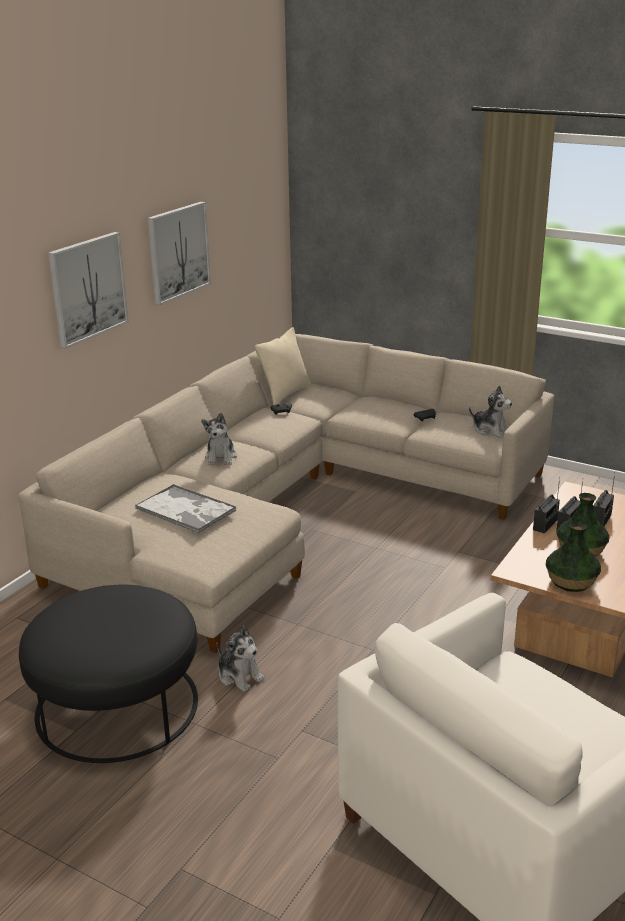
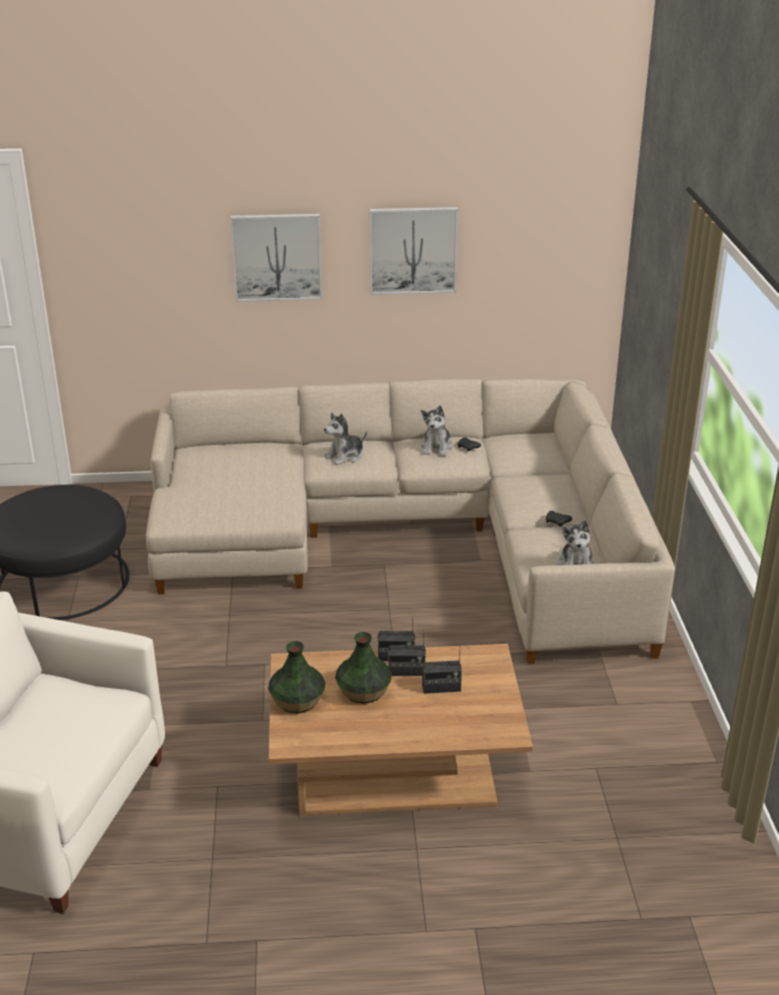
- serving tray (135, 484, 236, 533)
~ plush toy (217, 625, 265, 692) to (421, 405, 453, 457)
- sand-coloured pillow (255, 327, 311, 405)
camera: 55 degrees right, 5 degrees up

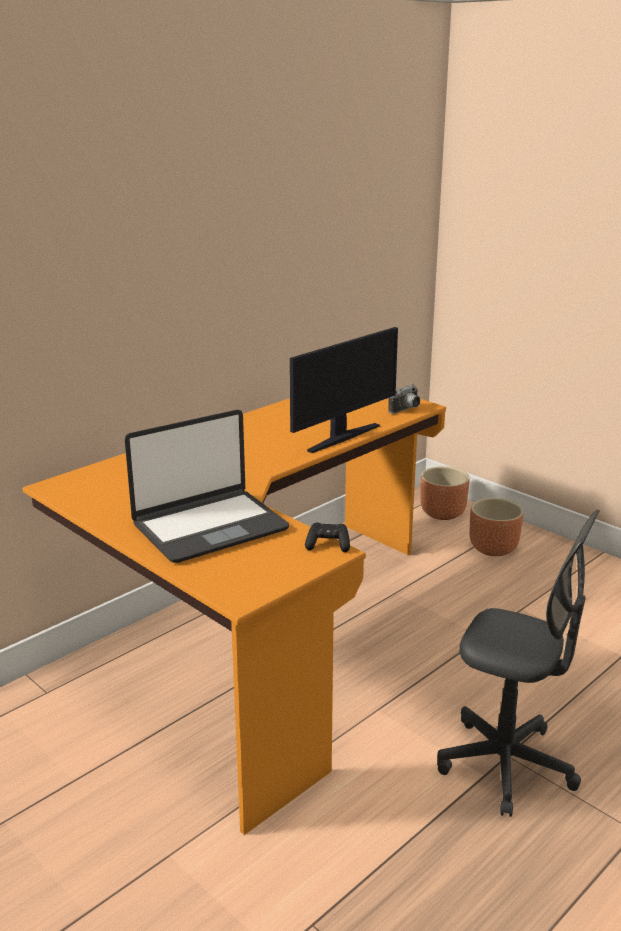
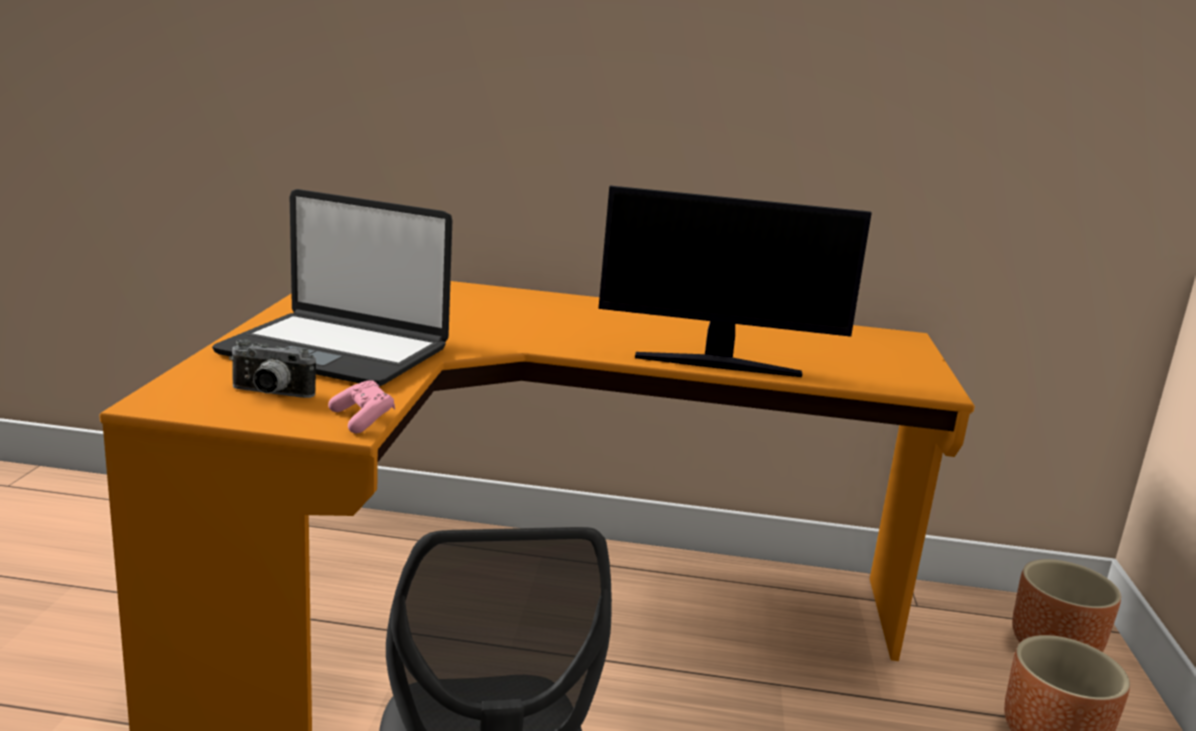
~ black-coloured game controller (305, 522, 350, 552) to pink-coloured game controller (328, 380, 395, 433)
~ photo camera (388, 384, 420, 414) to (229, 339, 316, 398)
camera: 50 degrees right, 5 degrees down

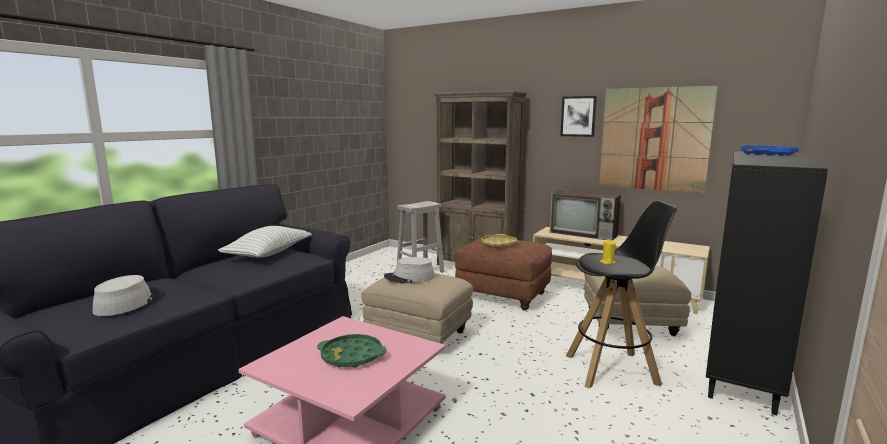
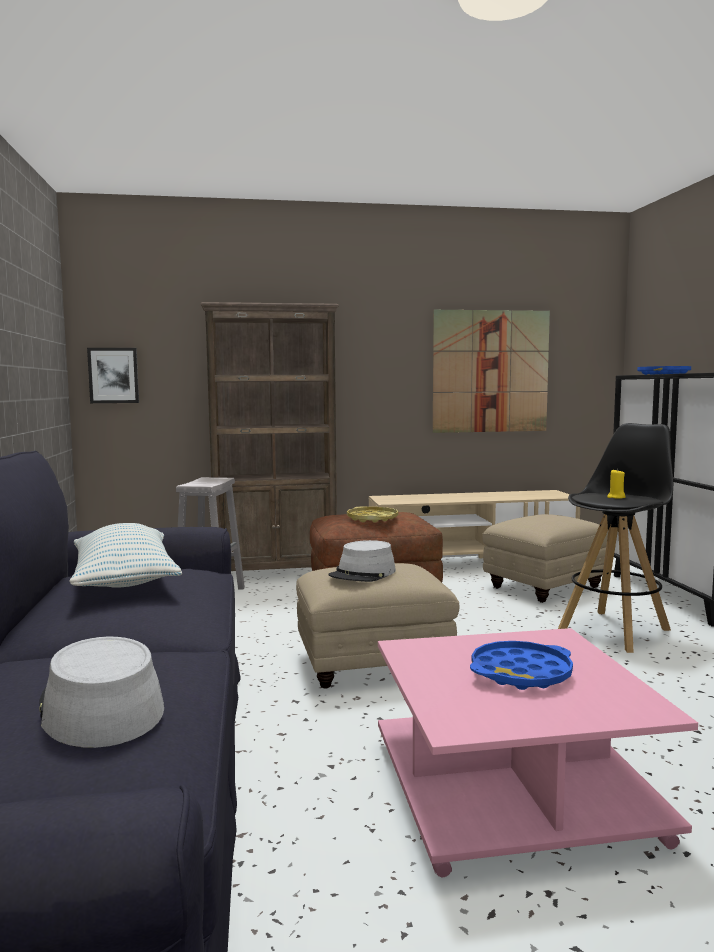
~ greenish serving tray (317, 334, 386, 367) to blue serving tray (470, 641, 573, 690)
- TV (550, 190, 621, 241)
~ picture (560, 96, 597, 137) to (87, 348, 139, 403)
camera: 40 degrees left, 5 degrees down

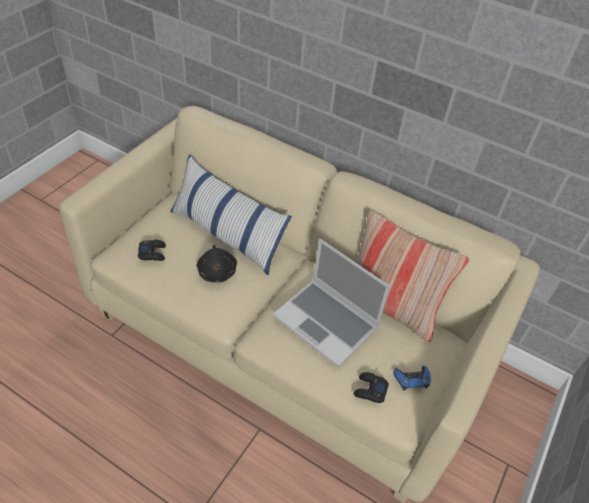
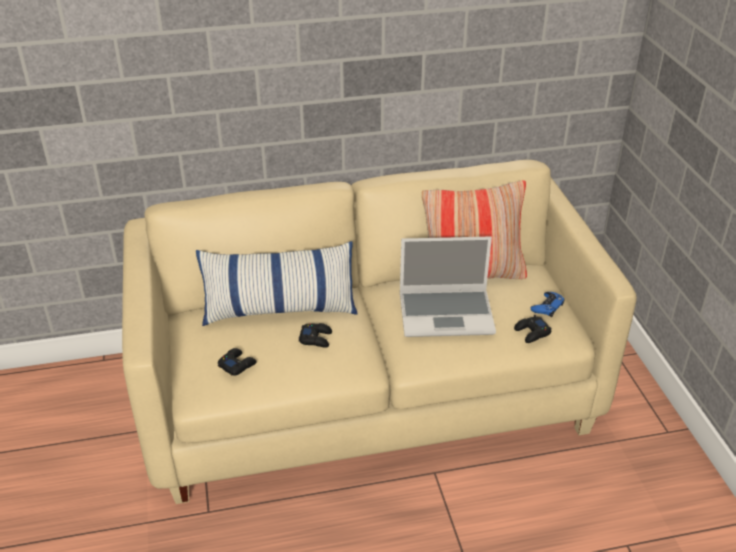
~ black-coloured plush toy (197, 245, 237, 283) to black-coloured game controller (299, 323, 332, 348)
camera: 40 degrees left, 10 degrees down

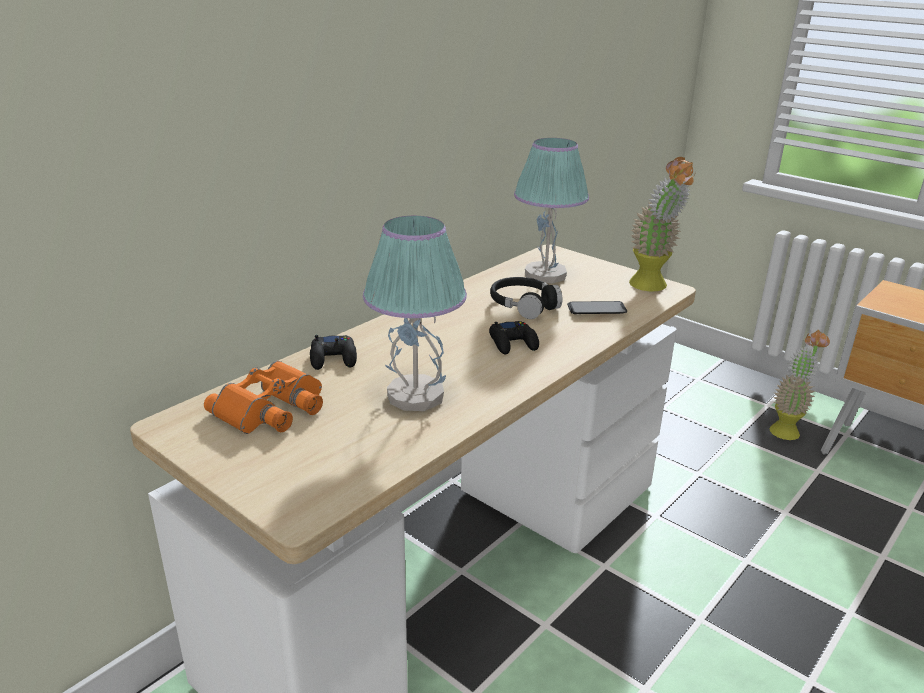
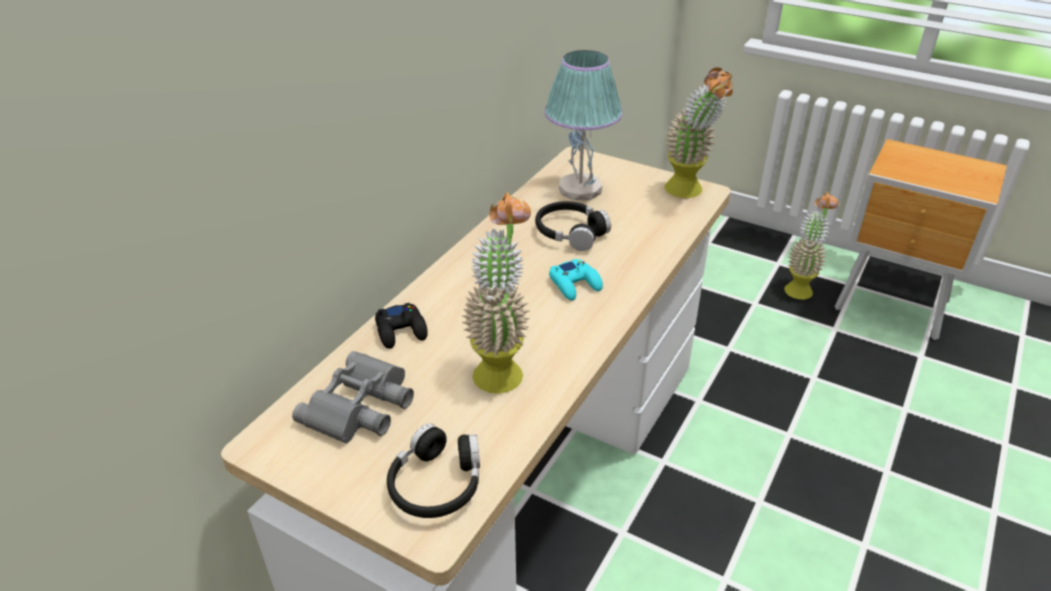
~ orange binoculars (204, 361, 323, 434) to gray binoculars (292, 351, 414, 443)
~ lamp for a table (363, 216, 467, 411) to potted plant (461, 192, 531, 394)
~ black-coloured game controller (489, 321, 539, 354) to turquoise game controller (549, 259, 603, 301)
- phone (567, 301, 627, 314)
+ black-coloured pair of headphones (387, 424, 480, 518)
camera: 10 degrees left, 10 degrees up

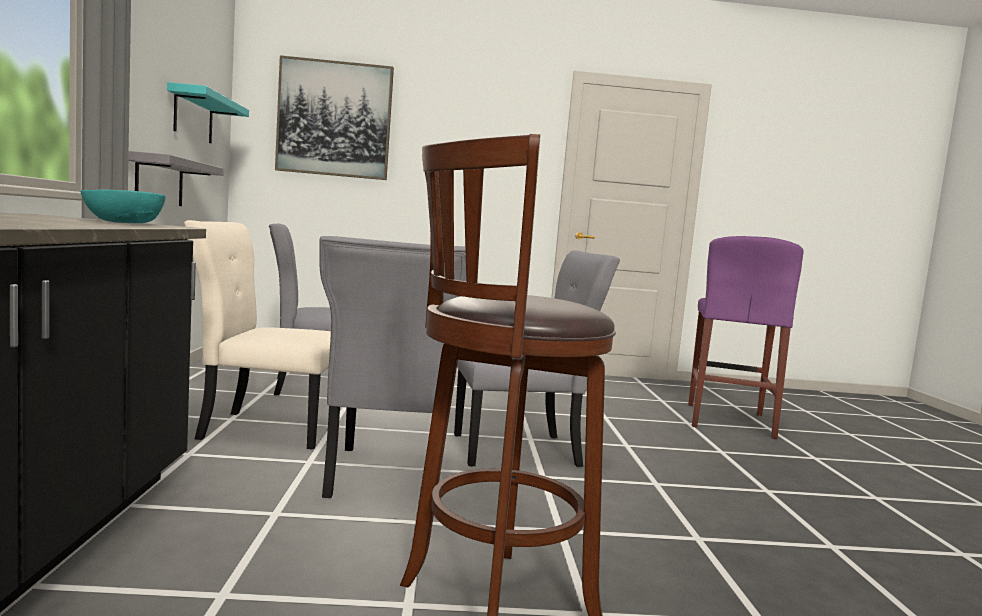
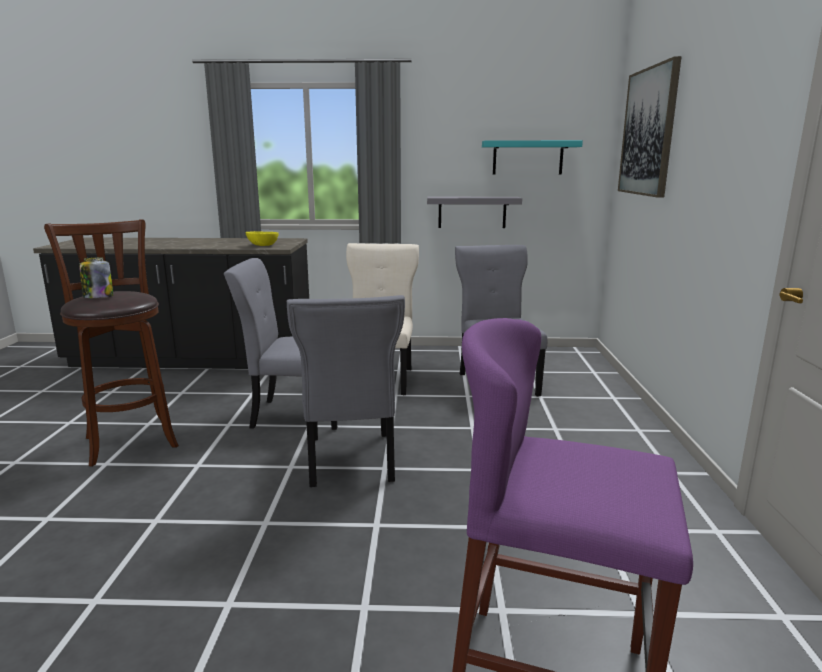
~ turquoise serving bowl (80, 190, 166, 223) to yellow serving bowl (245, 231, 279, 246)
+ preserve jar (79, 257, 113, 298)
camera: 95 degrees right, 10 degrees up

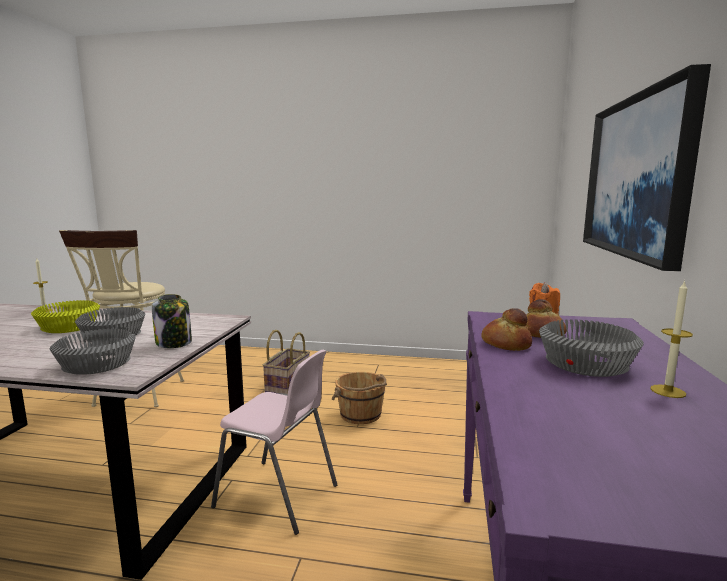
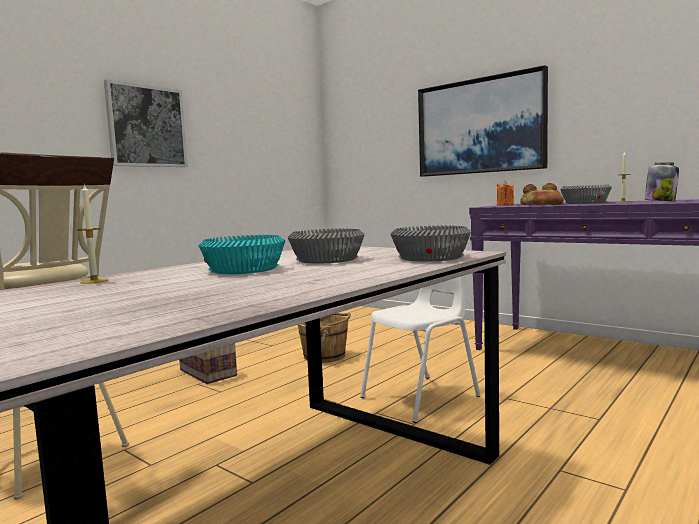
~ yellow serving bowl (31, 300, 100, 333) to turquoise serving bowl (198, 235, 285, 274)
~ preserve jar (152, 294, 192, 348) to (645, 162, 679, 201)
~ pink-coloured chair (211, 350, 337, 535) to white-coloured chair (360, 275, 480, 423)
+ picture (104, 79, 188, 167)
camera: 60 degrees left, 5 degrees down

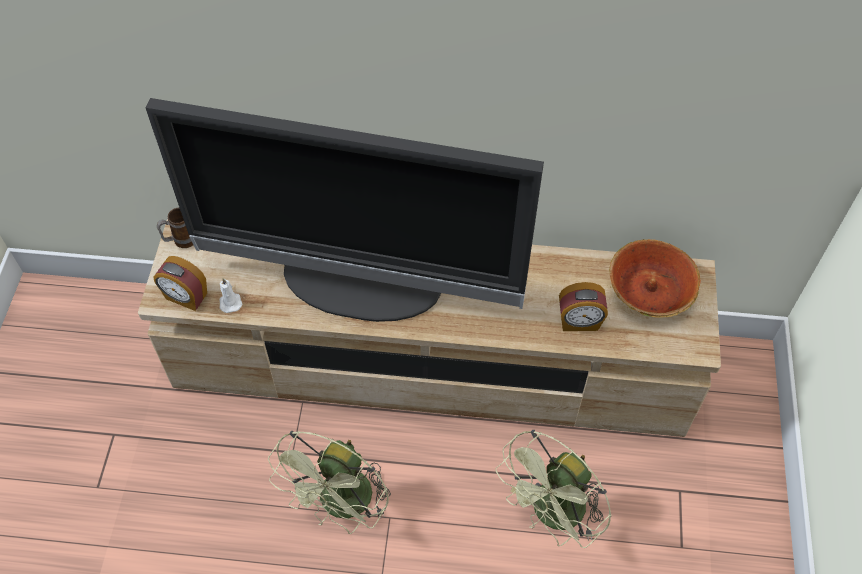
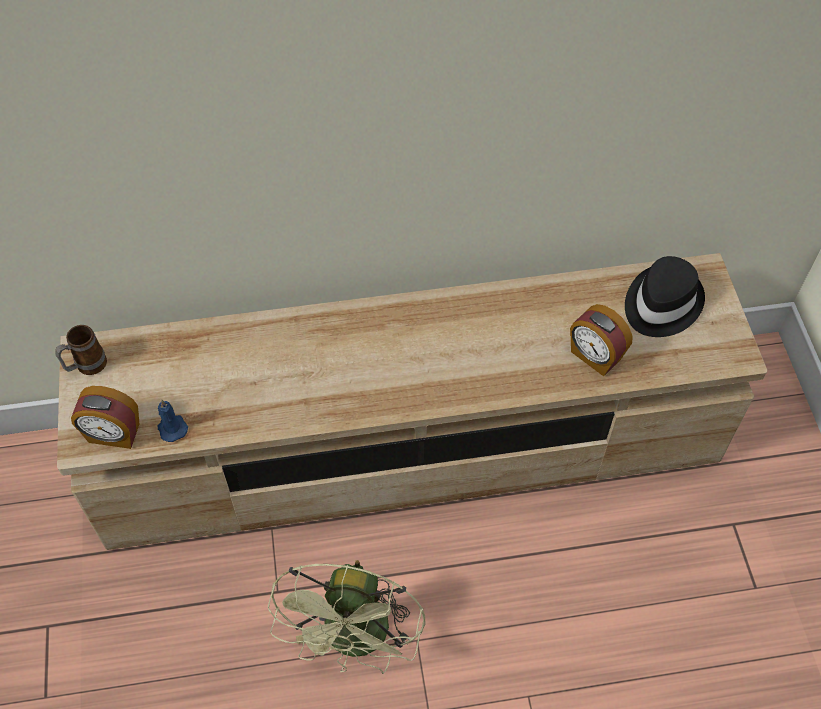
- TV (145, 98, 544, 322)
~ white-coloured wax light (219, 278, 242, 313) to blue wax light (158, 400, 188, 442)
- greenish fan (496, 430, 611, 548)
~ table clock (559, 282, 608, 331) = (570, 304, 632, 376) 60 degrees clockwise
~ serving bowl (609, 239, 701, 318) to black-coloured wearable hat (625, 256, 705, 337)
camera: 15 degrees left, 0 degrees up

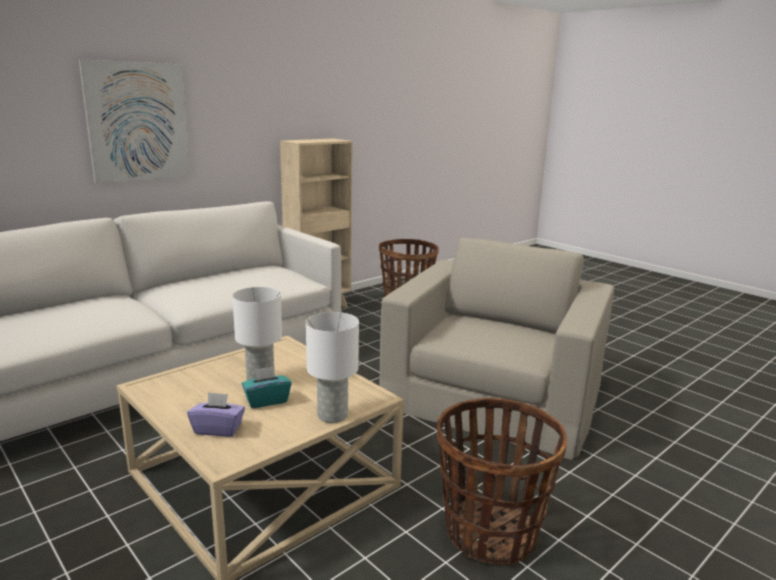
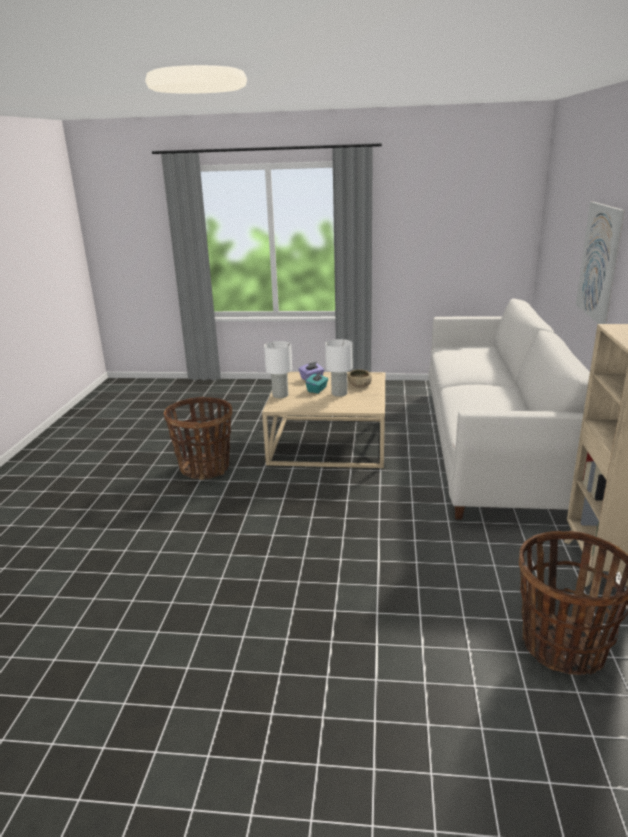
- sand-coloured armchair (379, 238, 614, 460)
+ sand-coloured serving bowl (347, 369, 372, 387)
camera: 140 degrees right, 5 degrees up

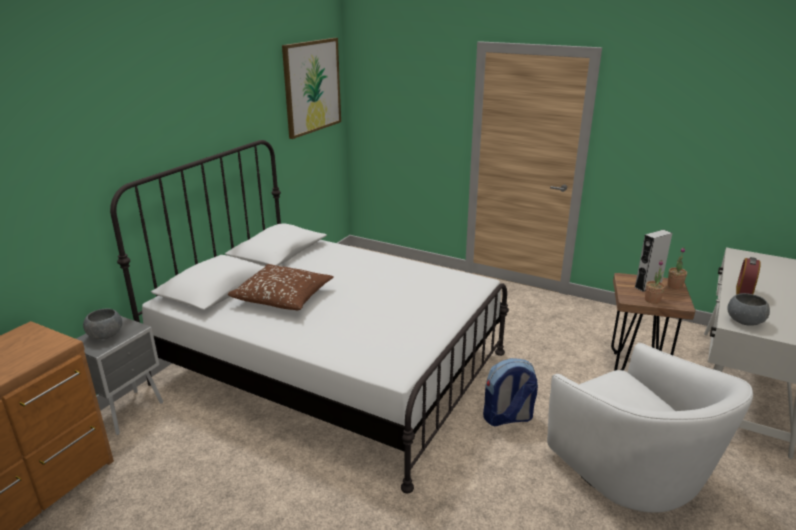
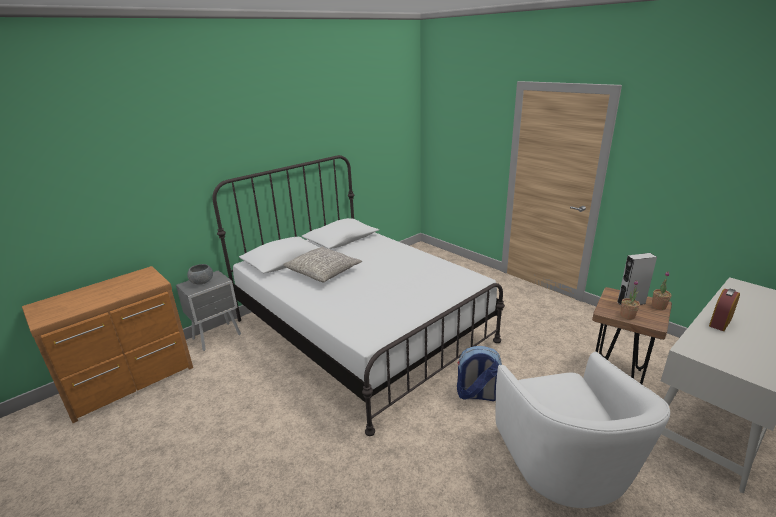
~ brownish pillow (228, 264, 334, 310) to gray pillow (283, 246, 362, 282)
- picture (282, 38, 341, 139)
- gray serving bowl (728, 293, 770, 326)
camera: 20 degrees right, 0 degrees up

